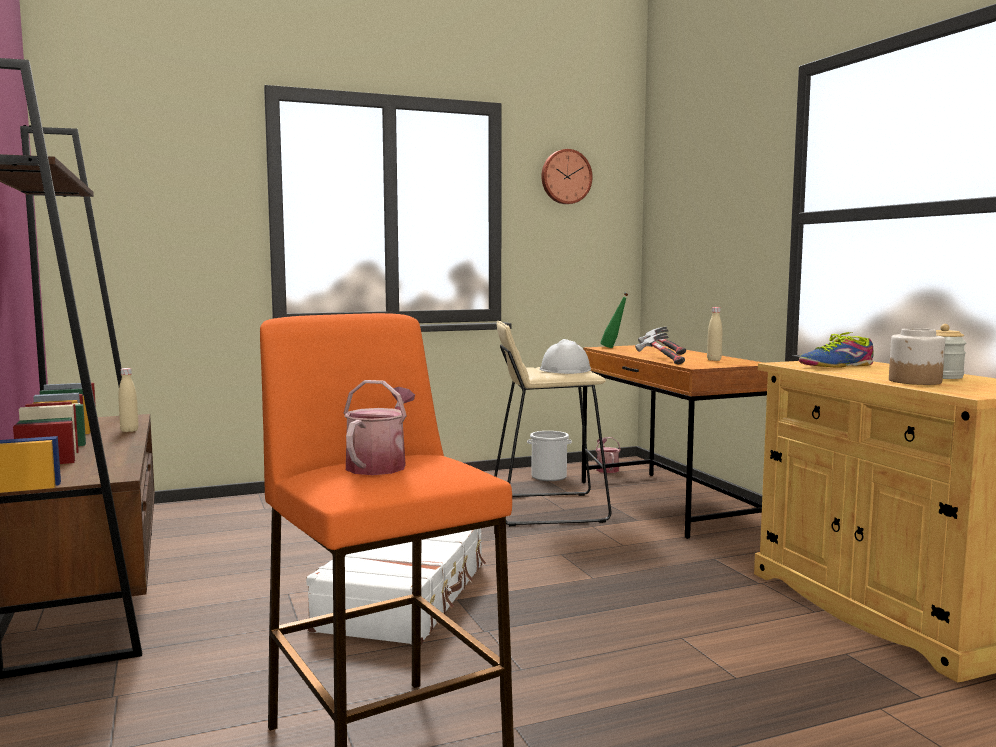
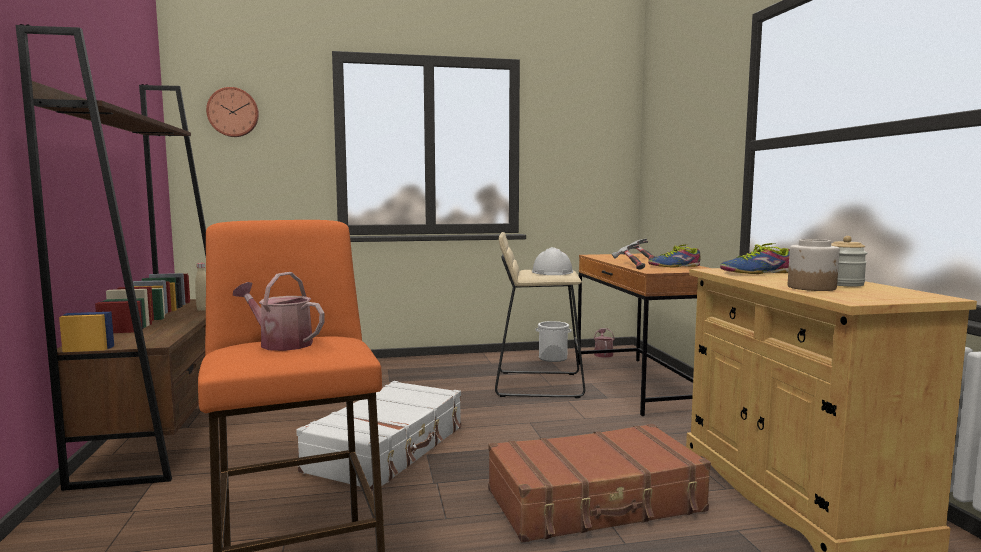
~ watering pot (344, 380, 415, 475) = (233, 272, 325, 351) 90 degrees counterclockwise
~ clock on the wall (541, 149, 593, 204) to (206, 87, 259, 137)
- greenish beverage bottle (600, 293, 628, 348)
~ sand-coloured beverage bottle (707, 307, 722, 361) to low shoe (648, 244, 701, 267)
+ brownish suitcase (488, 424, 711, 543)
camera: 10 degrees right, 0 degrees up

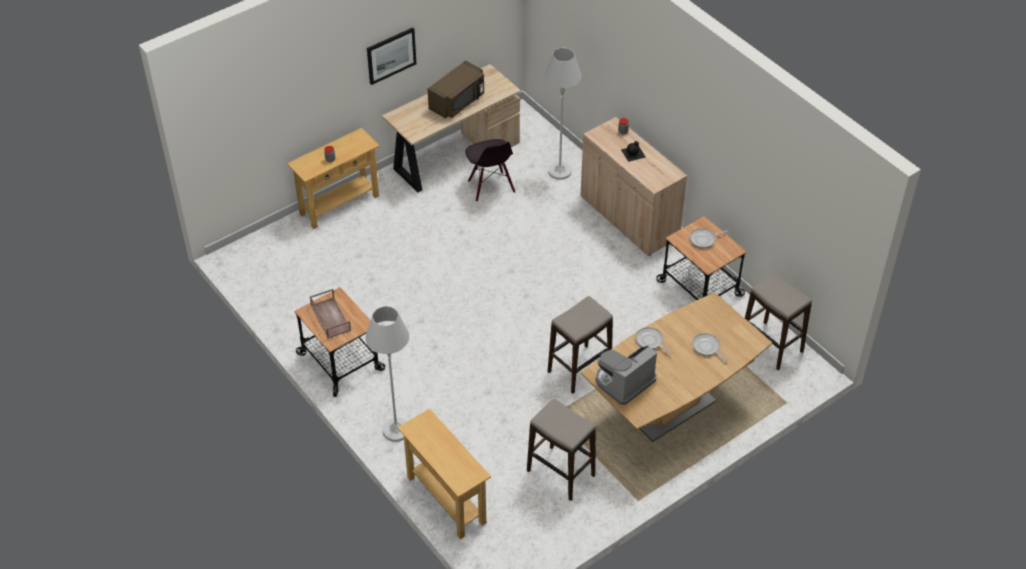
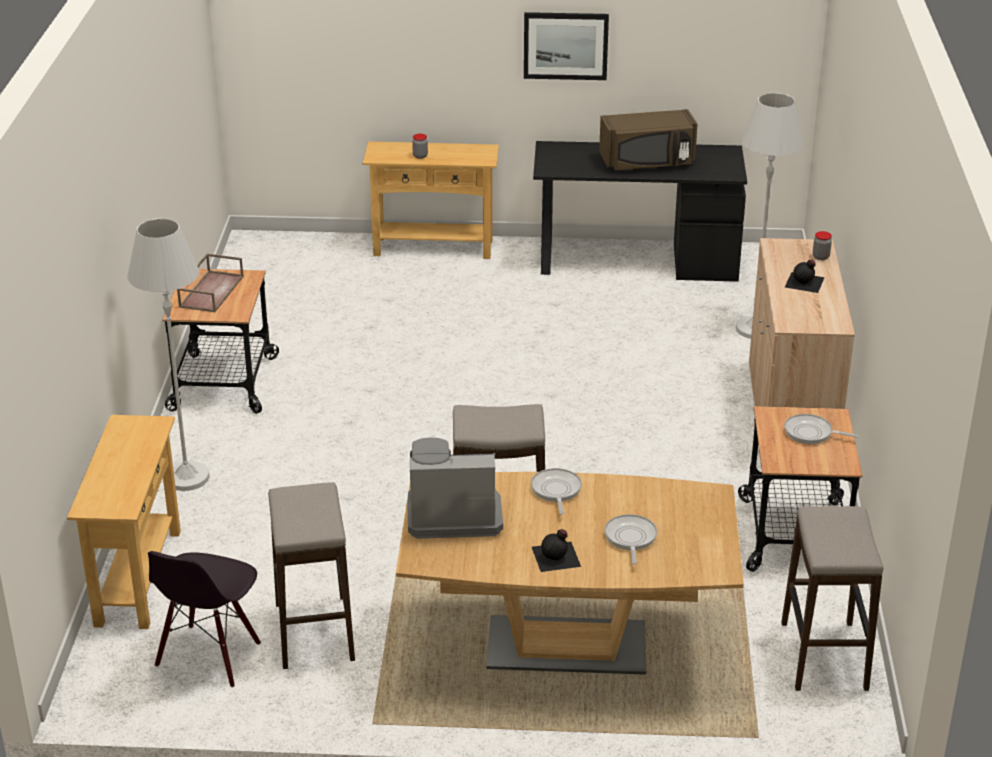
~ sand-coloured desk (382, 64, 521, 193) to black-coloured desk (533, 141, 747, 281)
~ black-coloured chair (465, 139, 515, 202) to (148, 551, 261, 688)
+ black-coloured beverage bottle (532, 529, 581, 572)
camera: 40 degrees right, 15 degrees down

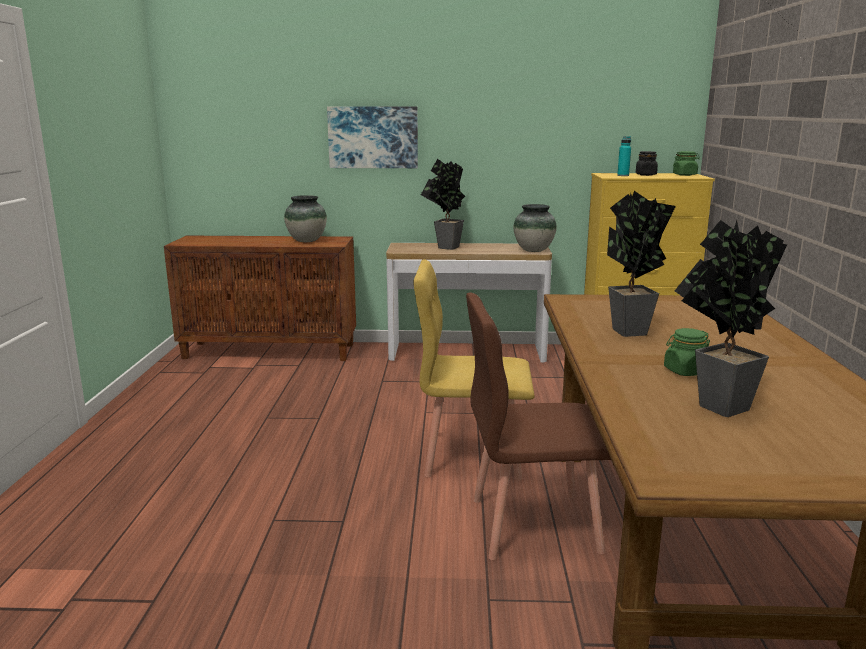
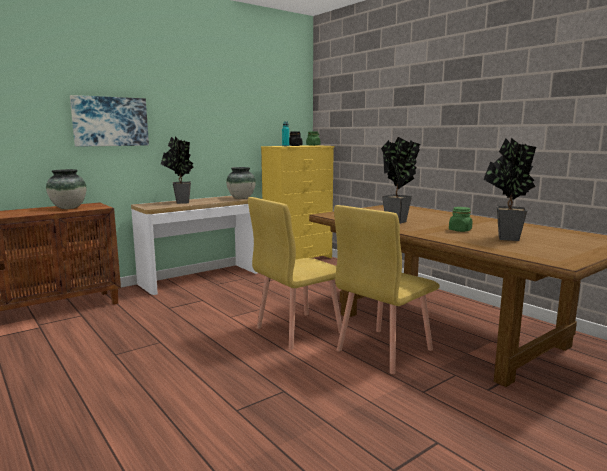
~ brownish chair (466, 293, 611, 560) to yellow chair (334, 205, 440, 374)
camera: 40 degrees left, 5 degrees down

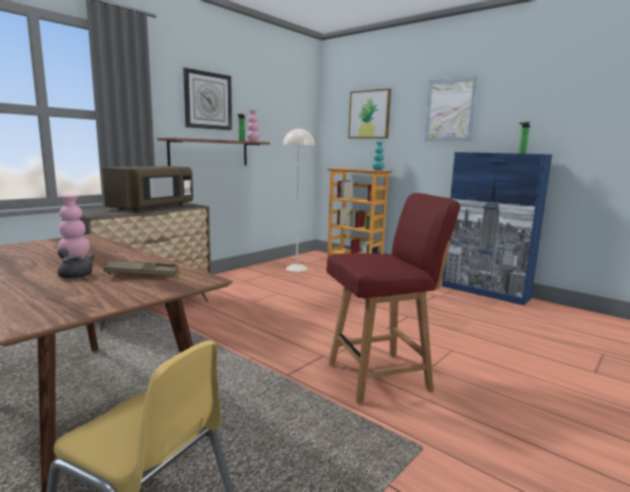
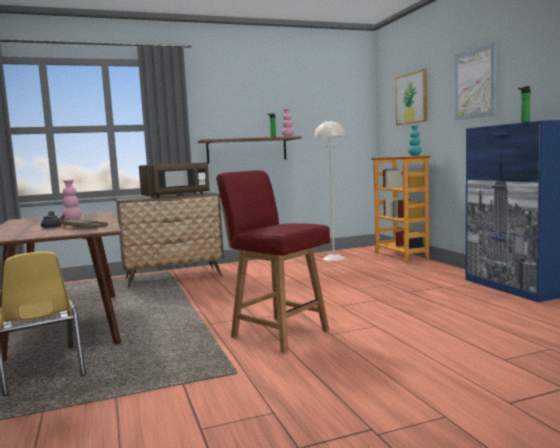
- clock on the wall (183, 68, 232, 130)
~ red-coloured chair (326, 193, 460, 404) = (216, 170, 330, 353) 150 degrees counterclockwise
camera: 30 degrees right, 5 degrees down

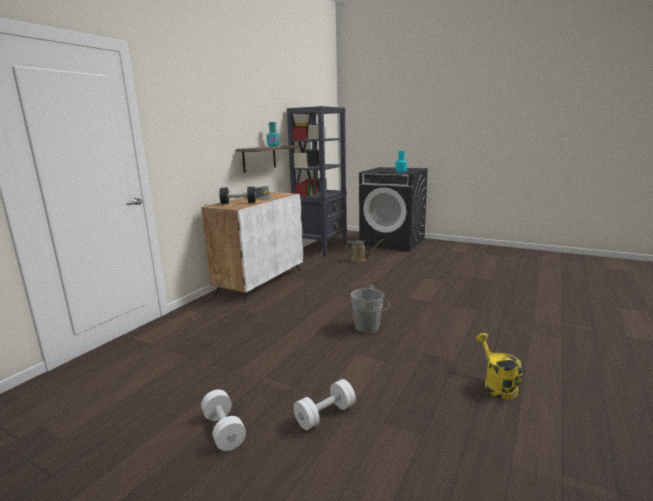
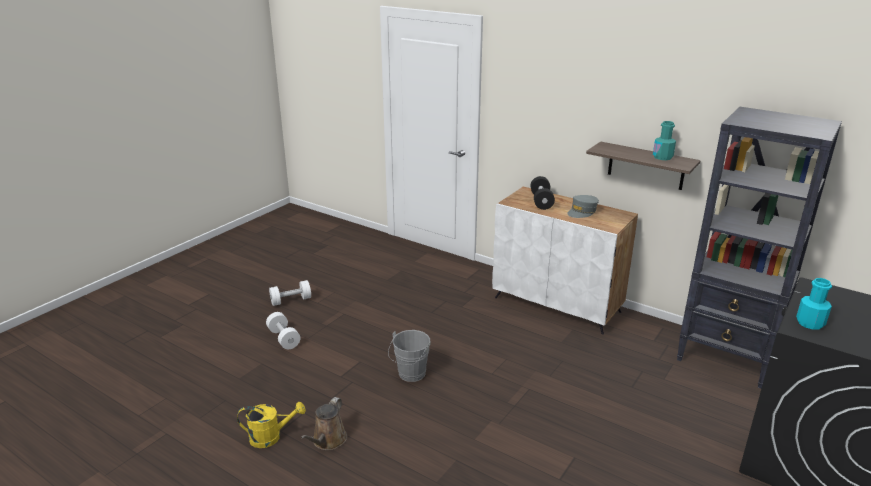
~ brownish watering pot (345, 239, 384, 262) to (301, 397, 347, 450)
camera: 95 degrees right, 10 degrees up

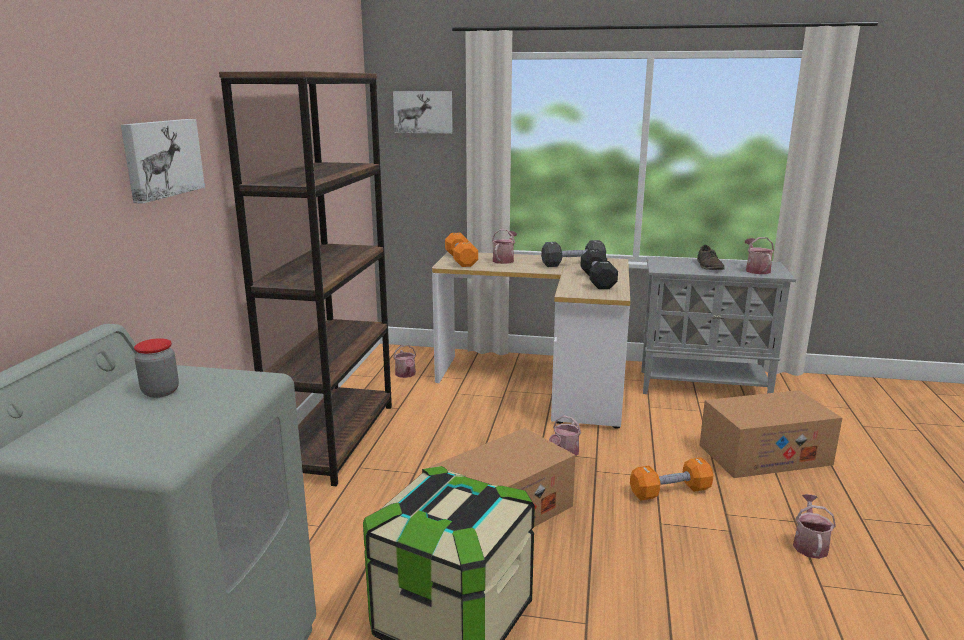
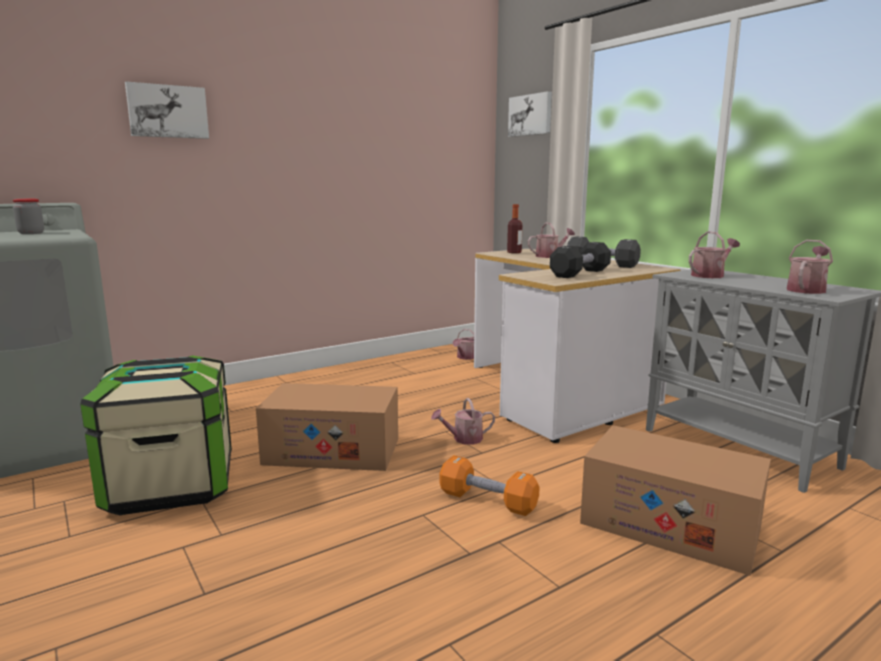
- brownish bookcase (219, 71, 392, 486)
~ orange free weight (445, 233, 478, 267) to beverage bottle (507, 204, 522, 253)
- brownish low shoe (697, 245, 725, 270)
~ watering pot (793, 494, 836, 559) to (689, 232, 740, 278)
camera: 45 degrees right, 5 degrees down

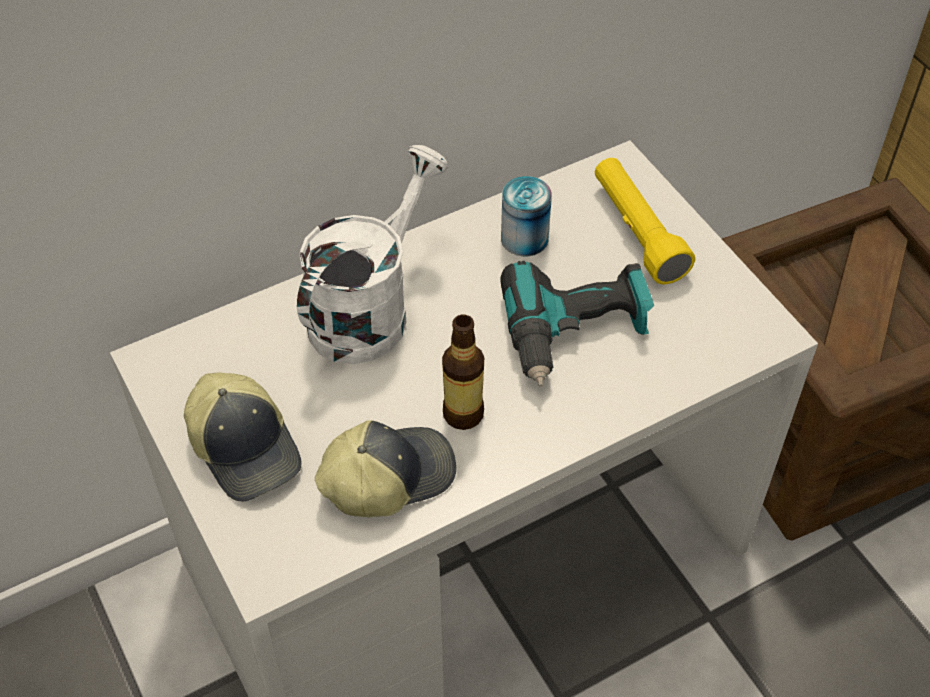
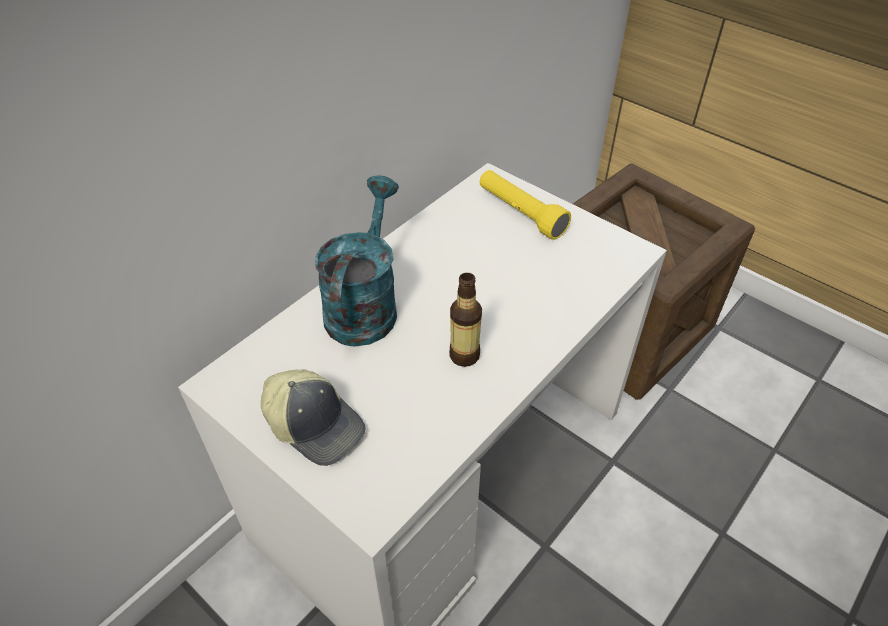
~ white-coloured watering pot (297, 145, 448, 364) to turquoise watering pot (315, 175, 399, 347)
- peaked cap (315, 420, 456, 517)
- power drill (500, 261, 654, 387)
- sealed can (501, 176, 552, 256)
camera: 20 degrees left, 5 degrees down

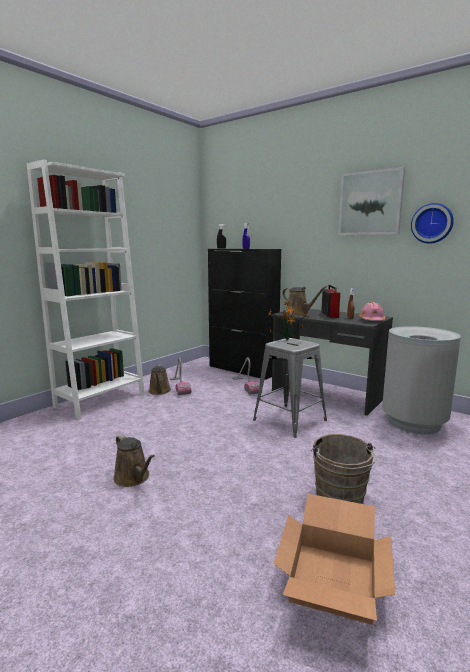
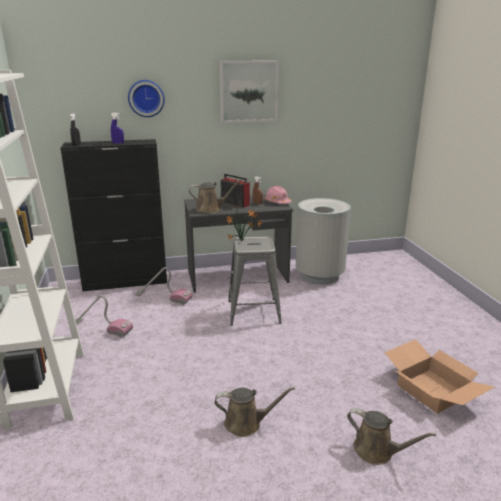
~ brownish watering pot (149, 365, 171, 395) to (347, 408, 436, 465)
- brownish bucket (311, 434, 377, 504)
~ clock on the wall (411, 203, 454, 244) to (128, 80, 165, 117)
camera: 50 degrees left, 10 degrees up

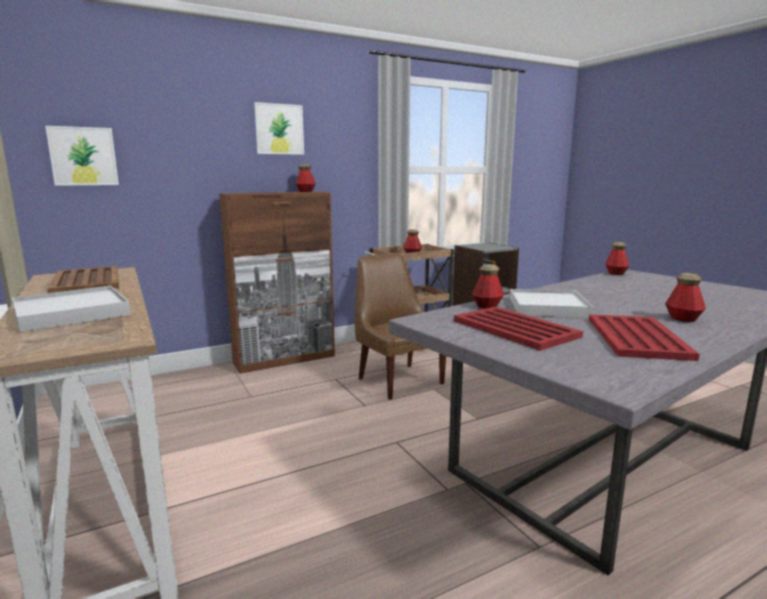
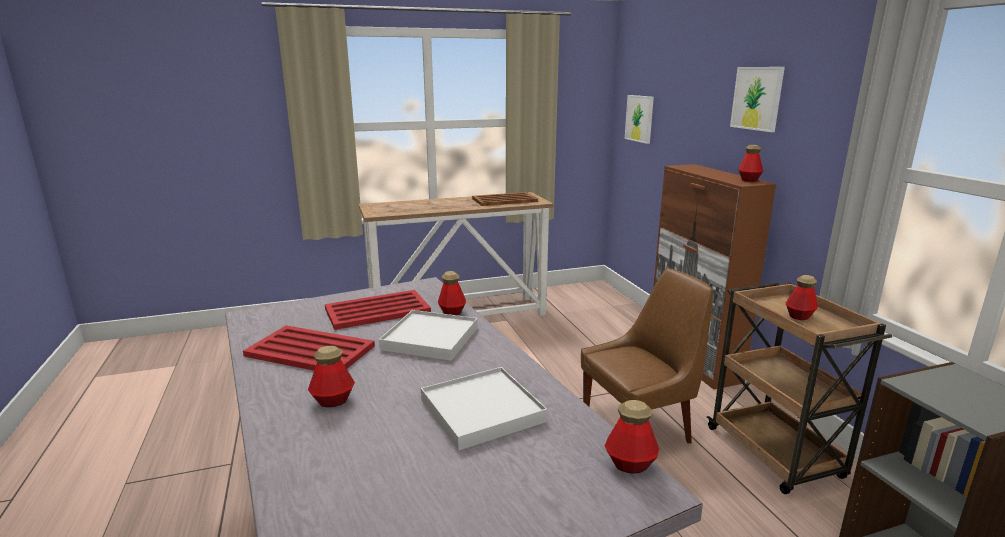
~ white-coloured serving tray (12, 286, 130, 332) to (421, 367, 547, 451)
camera: 100 degrees right, 5 degrees up

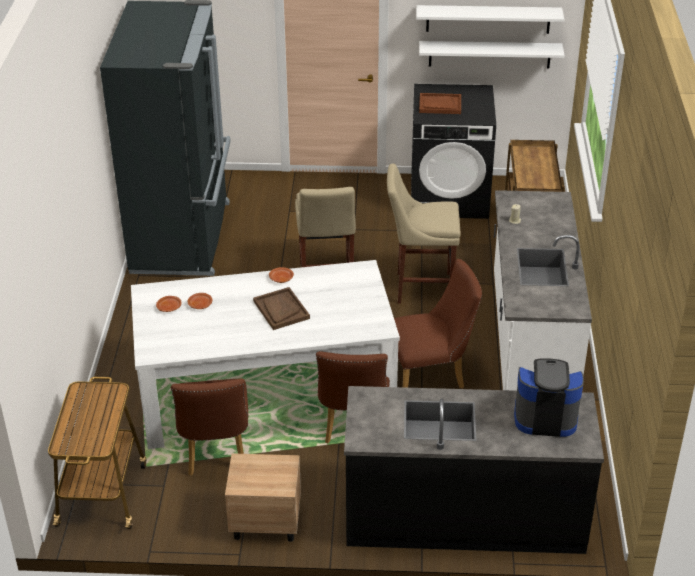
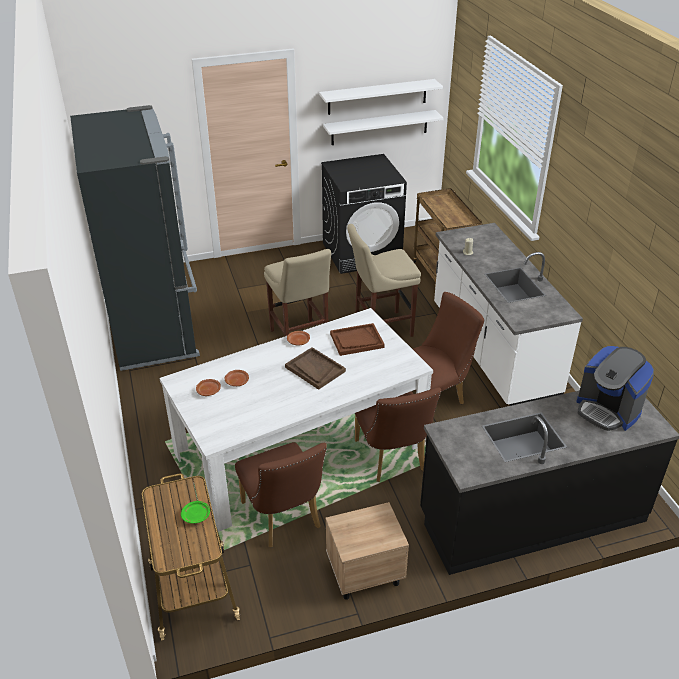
~ brownish serving tray (419, 93, 461, 114) to (330, 323, 385, 356)
~ coffee brewer (514, 358, 584, 437) = (576, 346, 654, 431) 120 degrees counterclockwise
+ greenish dinner plate (181, 501, 210, 524)
camera: 20 degrees left, 0 degrees up

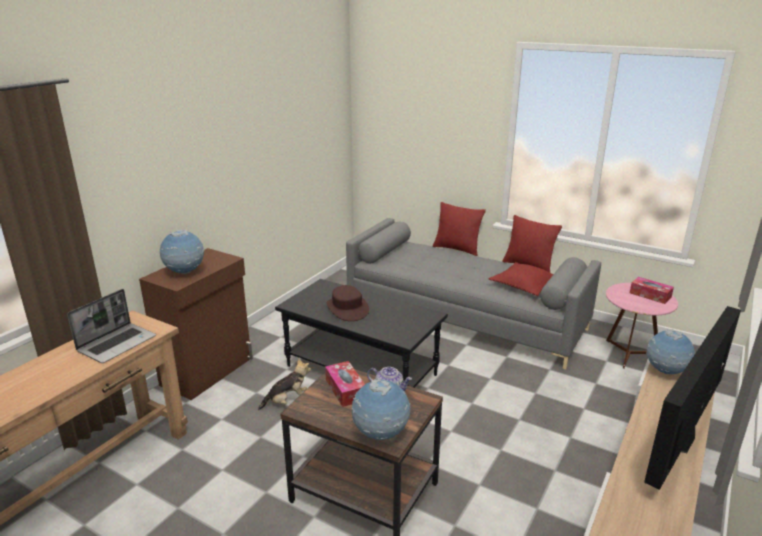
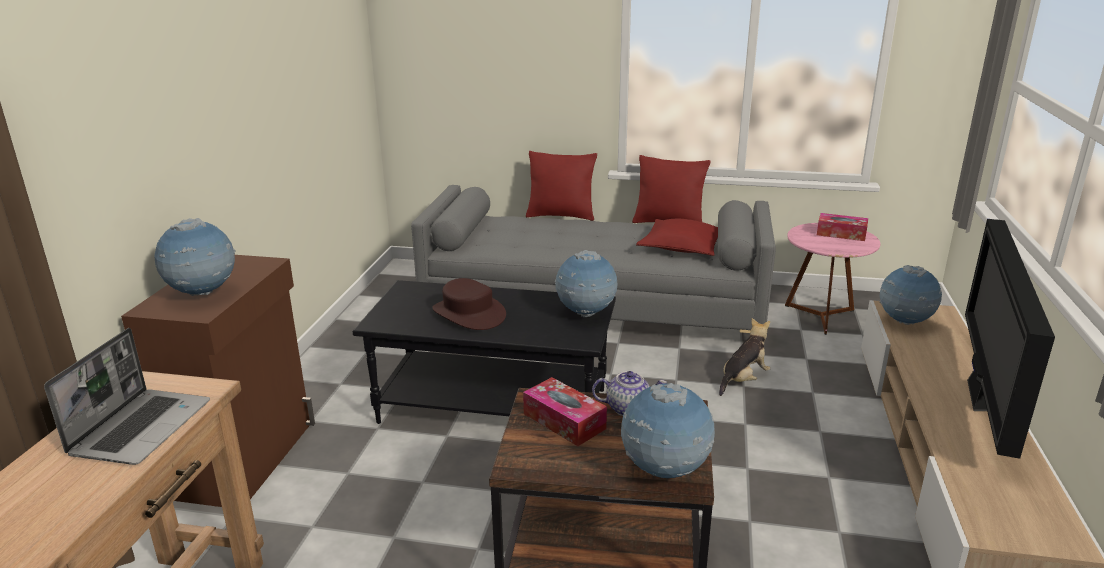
~ plush toy (258, 358, 311, 410) to (719, 318, 770, 396)
+ globe (555, 250, 617, 317)
camera: 20 degrees left, 0 degrees up

